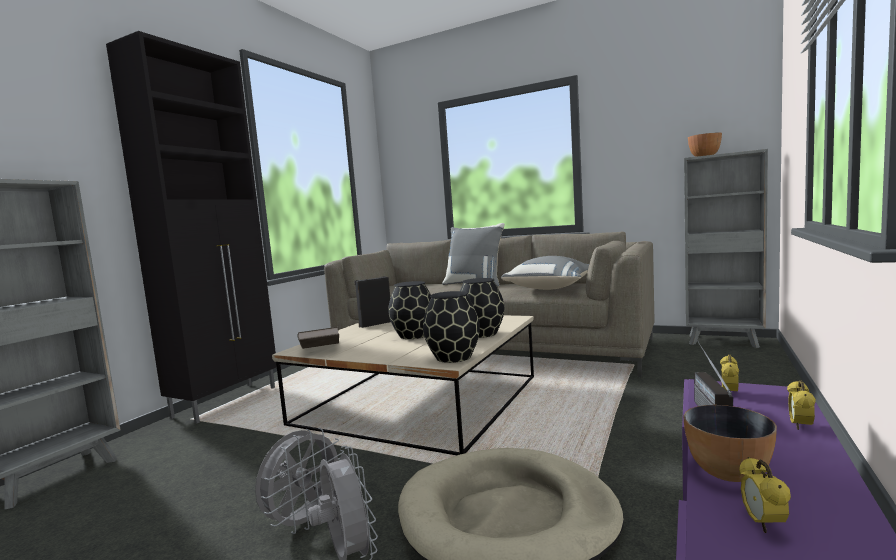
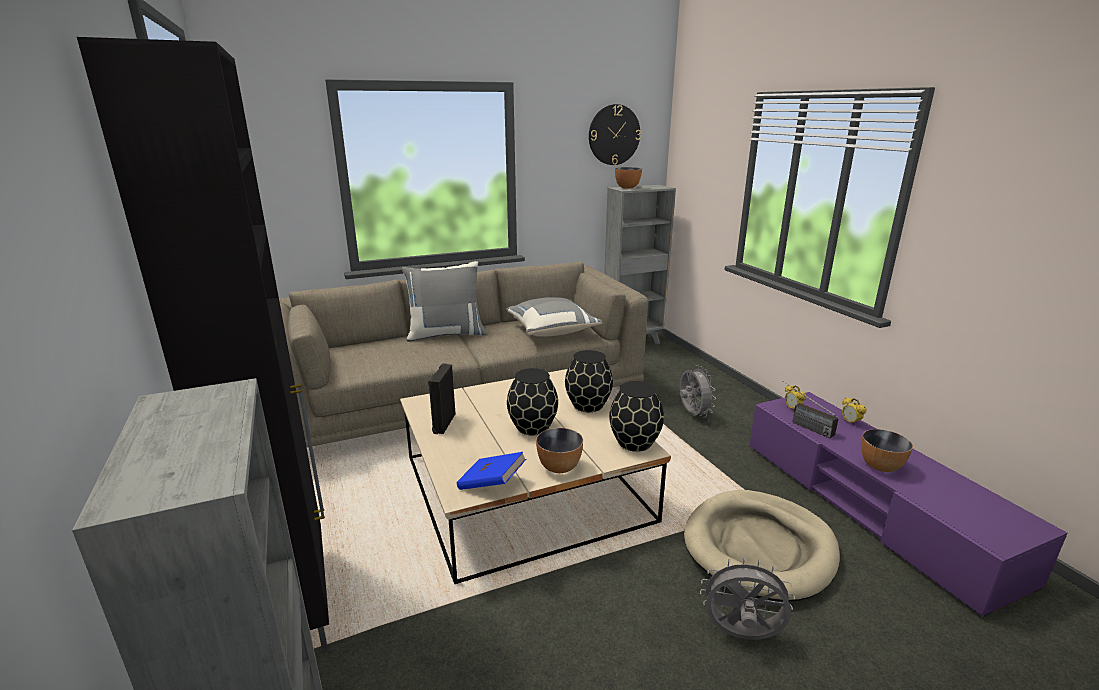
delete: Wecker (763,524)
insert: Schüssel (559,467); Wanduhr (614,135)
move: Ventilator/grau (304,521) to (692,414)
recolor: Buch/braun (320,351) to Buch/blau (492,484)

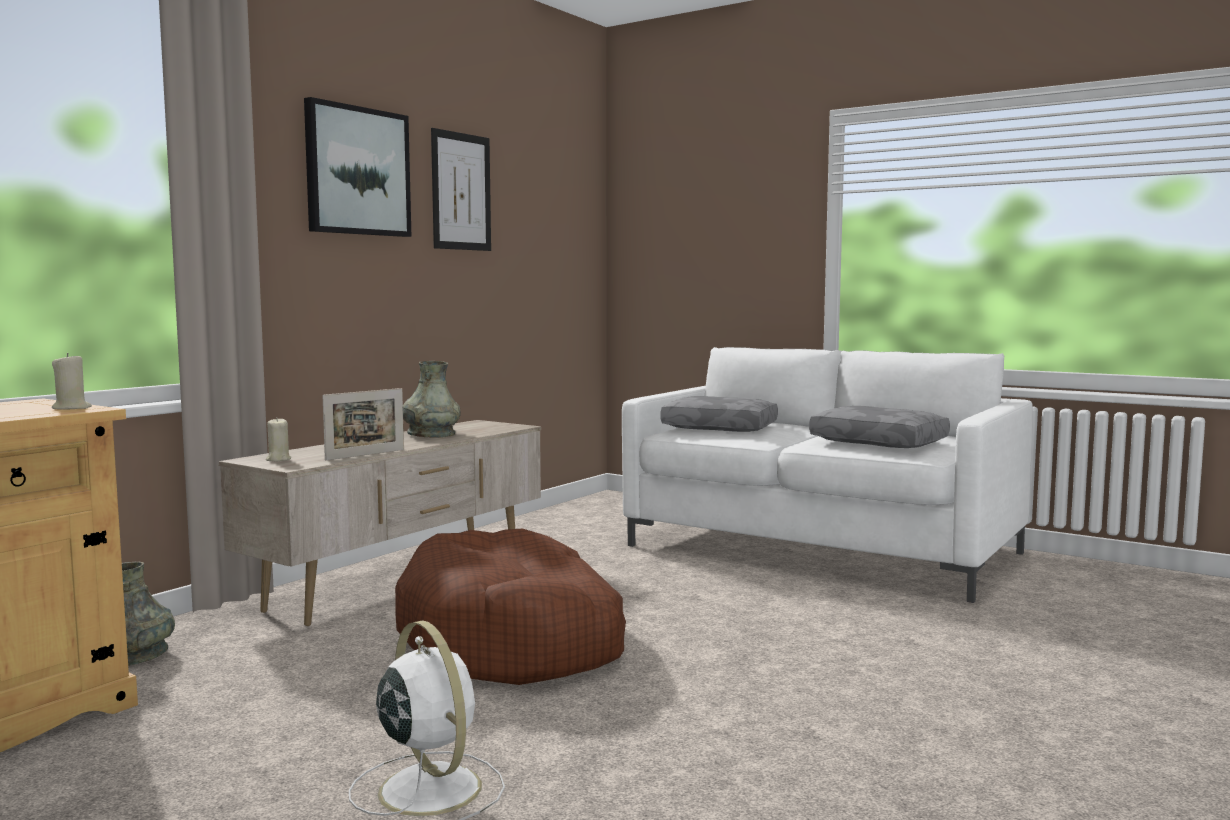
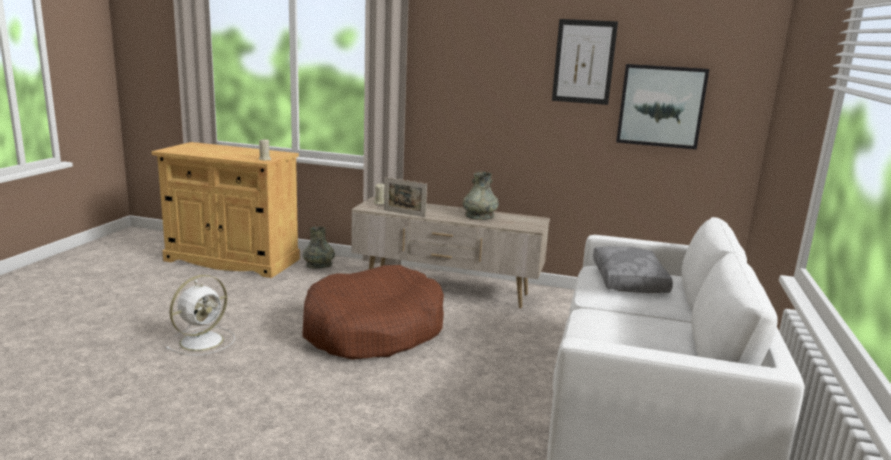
delete: Kissen/grau (880,442)
move: Bild (357,171) to (661,106)

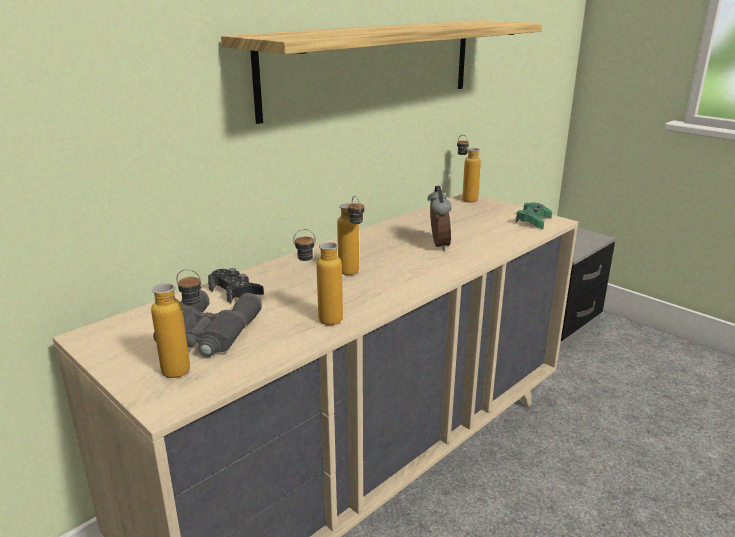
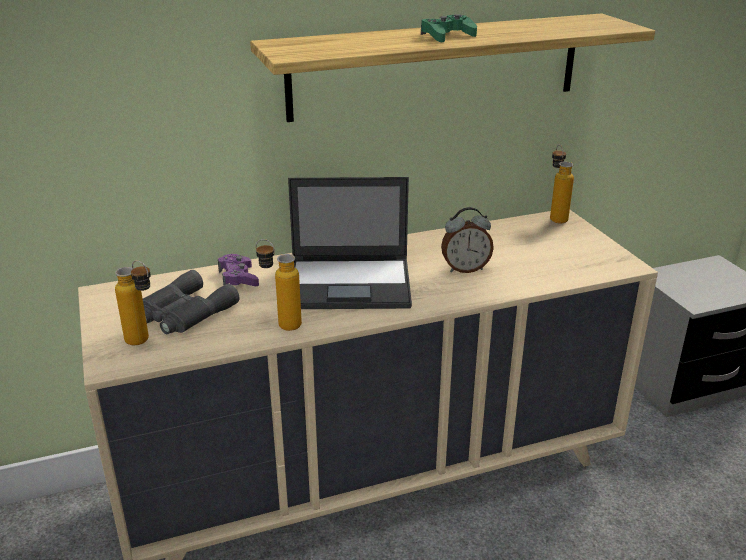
move: Gamepad/grün (533,221) to (447,36)
replace: Flasche (352,275) to Laptop (351,284)
recolor: Gamepad/schwarz (235,291) to Gamepad/lila (238,278)
rotate: Wecker (437,245) = (465,269) 60 degrees clockwise

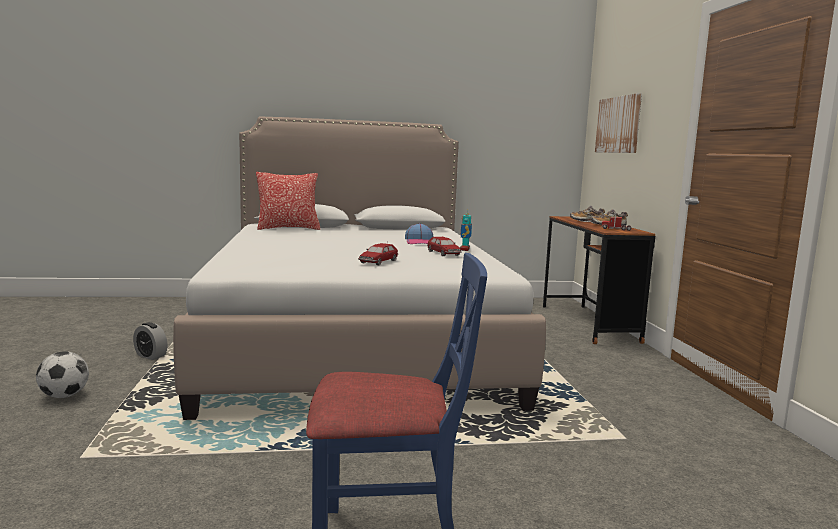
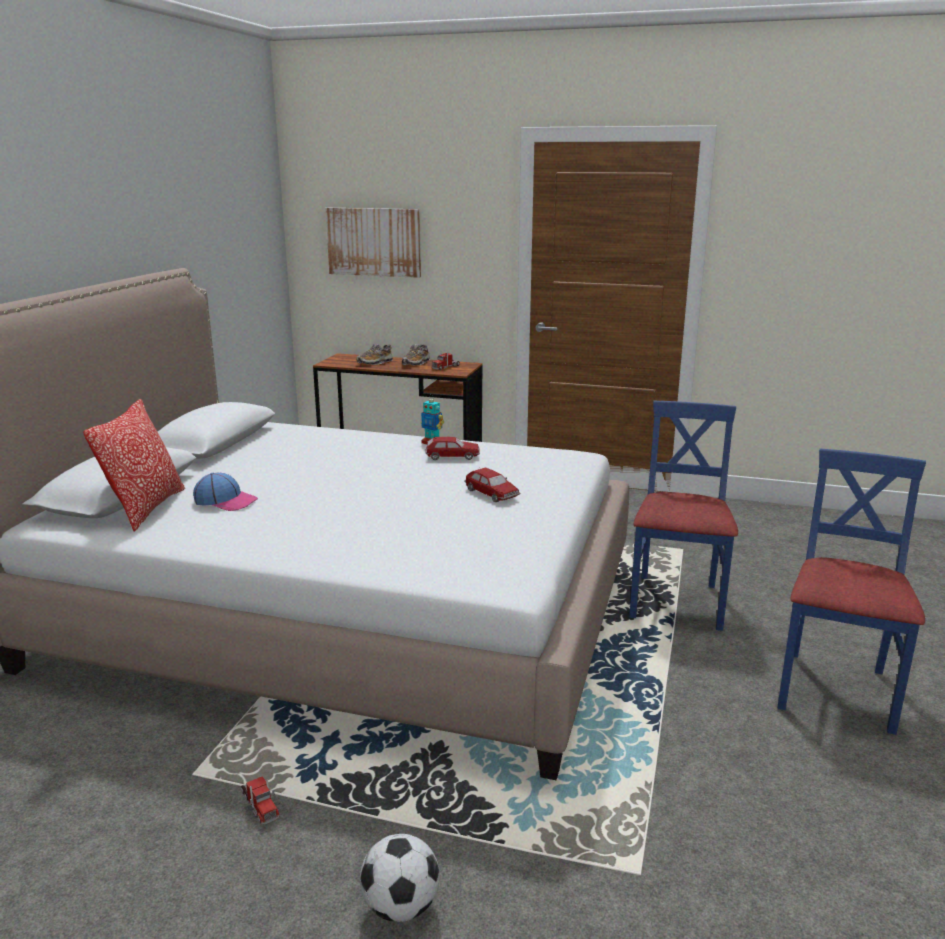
insert: Stuhl/blau (677,602)
move: Kappe (420,242) to (226,501)
replace: Wecker (150,356) to Spielzeuglaster (260,805)

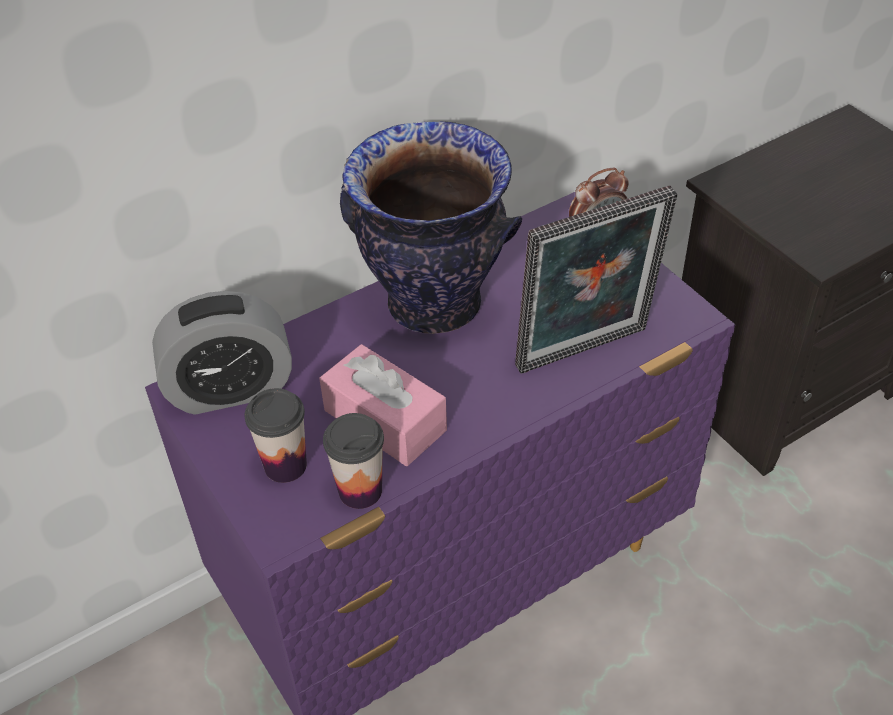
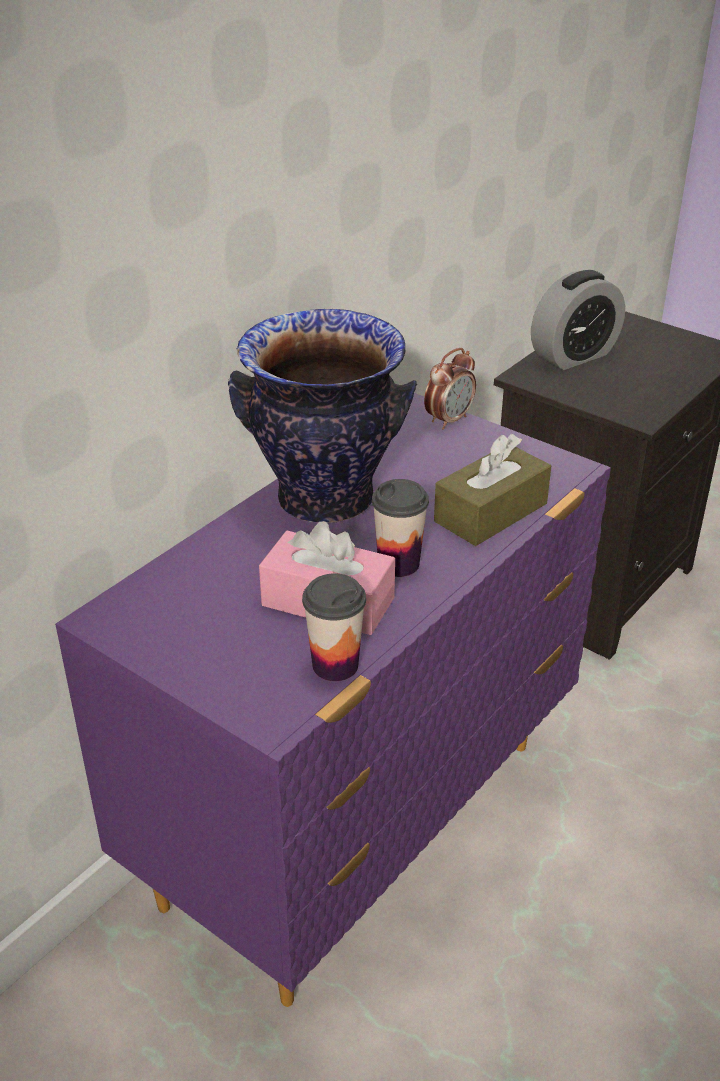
move: Wecker (230,389) to (574,356); Tasse (285,465) to (398,564)
replace: Bilderrahmen (585,353) to Taschentuchbox/braun (490,512)

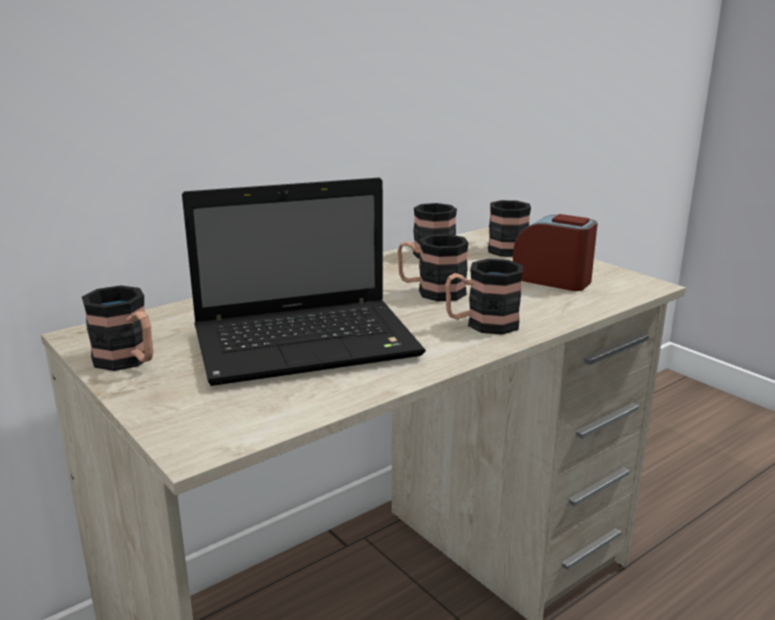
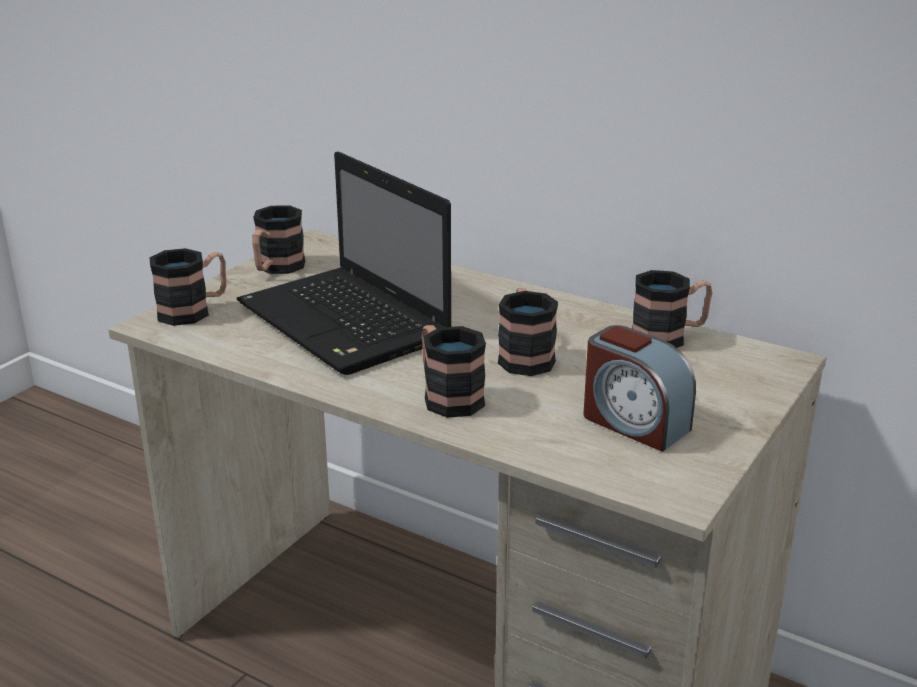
move: Henkelbecher (503,247) to (194,310)
rotate: Wecker (552,279) = (634,423) 120 degrees clockwise

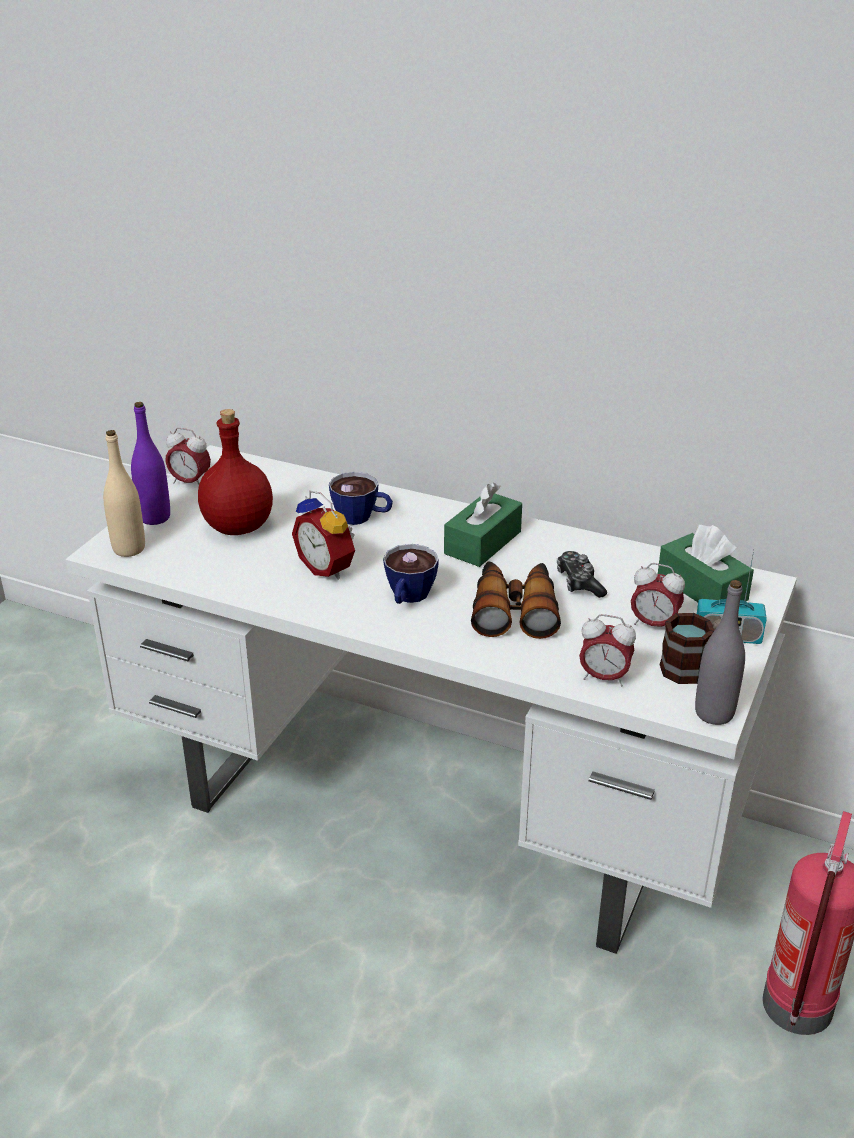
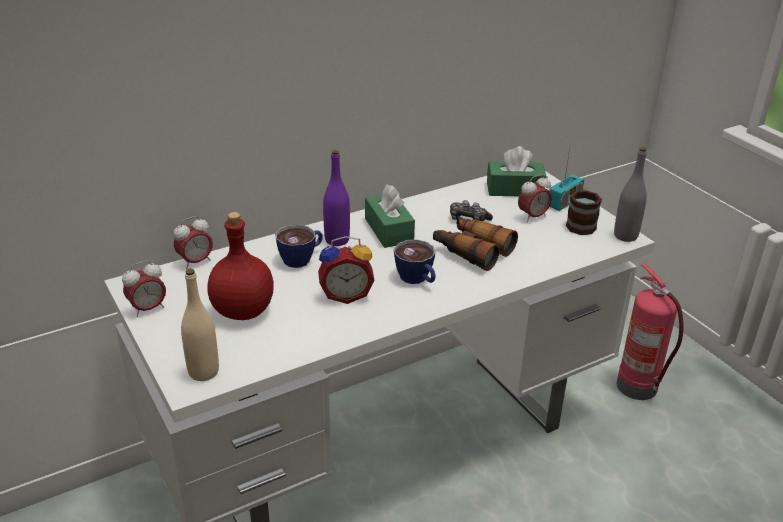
move: Flasche/lila (155,517) to (337,240); Wecker (604,678) to (195,262)

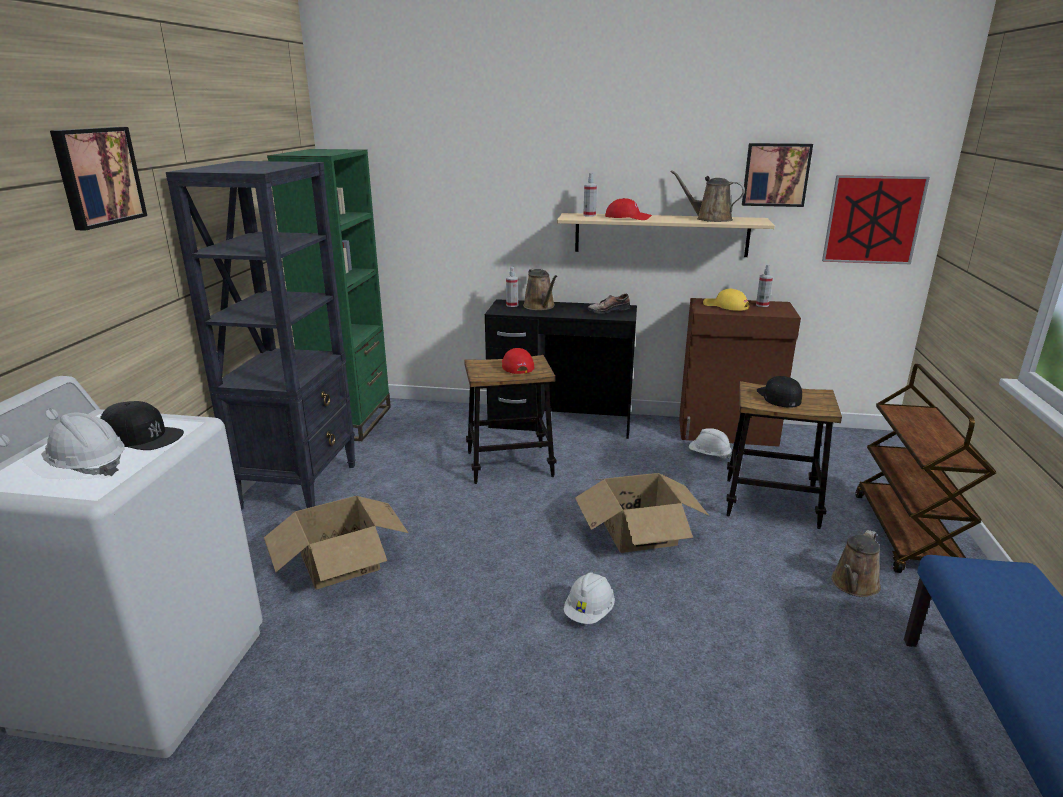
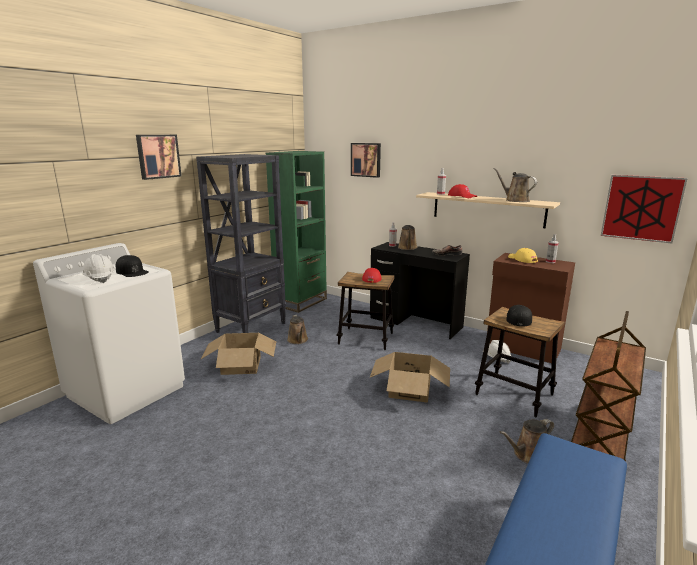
delete: Schutzhelm/weiß (589,612)
insert: Gießkanne/braun (298,340)
move: Bild (775,174) to (366,159)

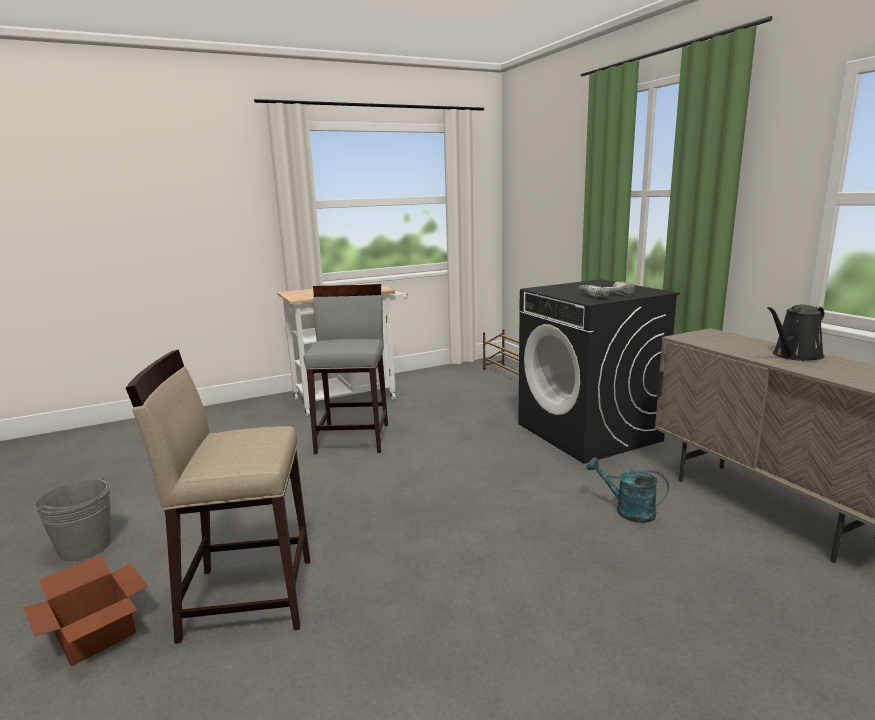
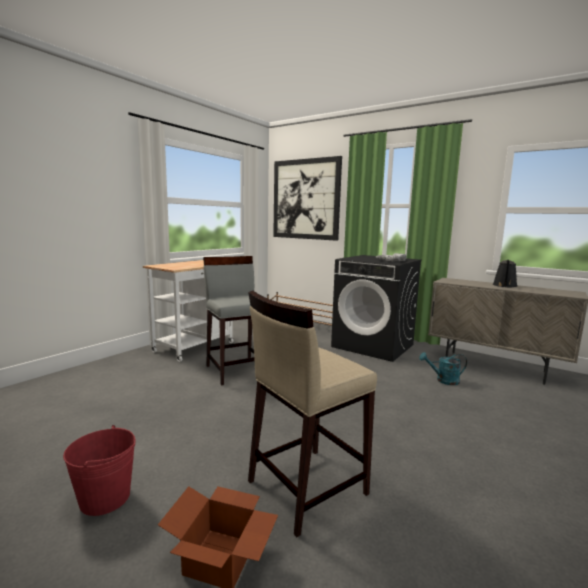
insert: Bild (306,199)
recolor: Eimer/grau (85,547) to Eimer/rot (105,498)

